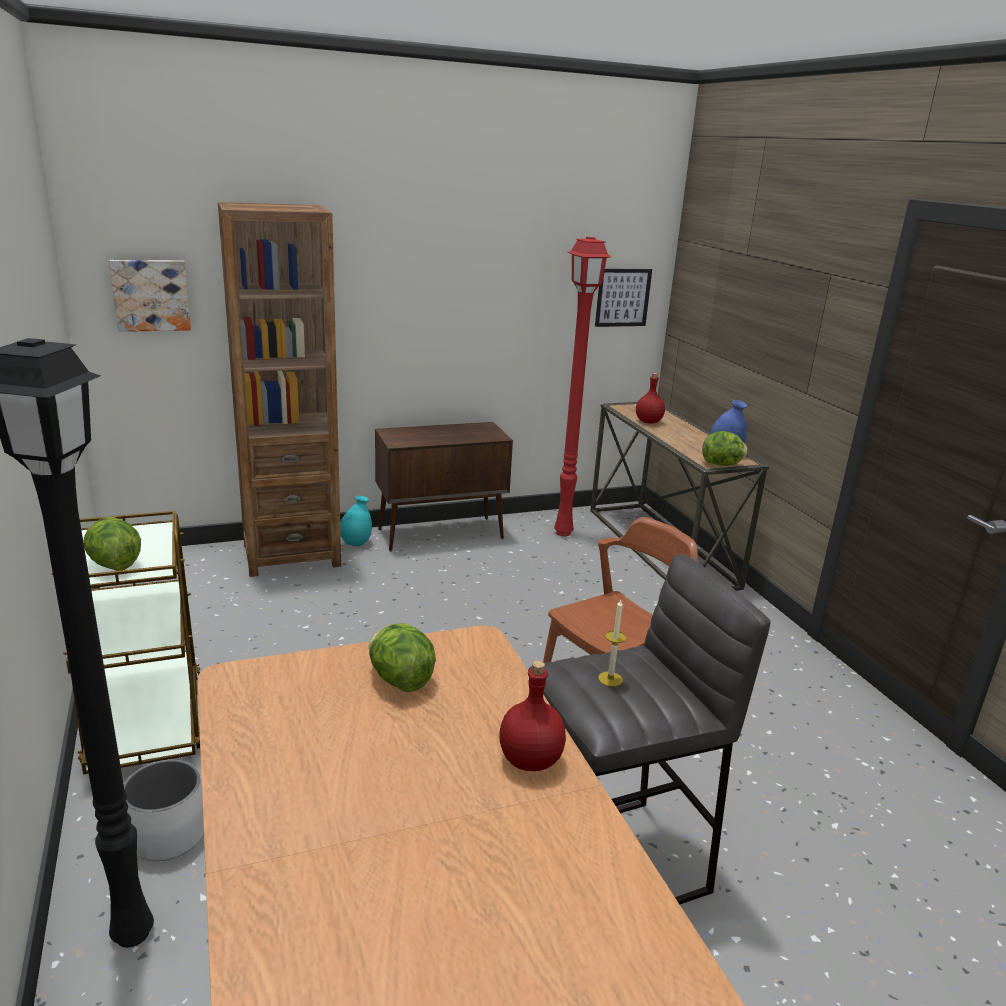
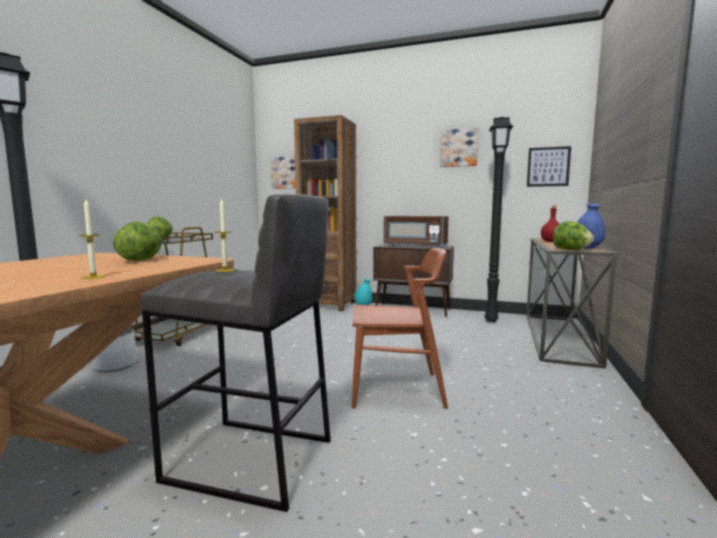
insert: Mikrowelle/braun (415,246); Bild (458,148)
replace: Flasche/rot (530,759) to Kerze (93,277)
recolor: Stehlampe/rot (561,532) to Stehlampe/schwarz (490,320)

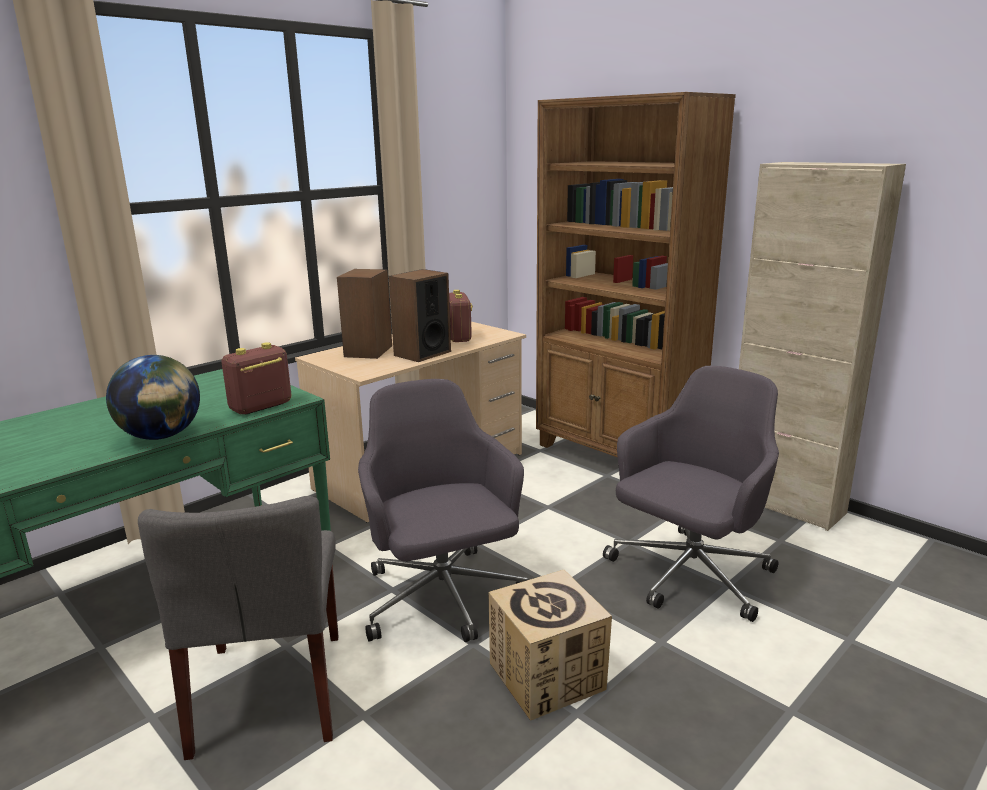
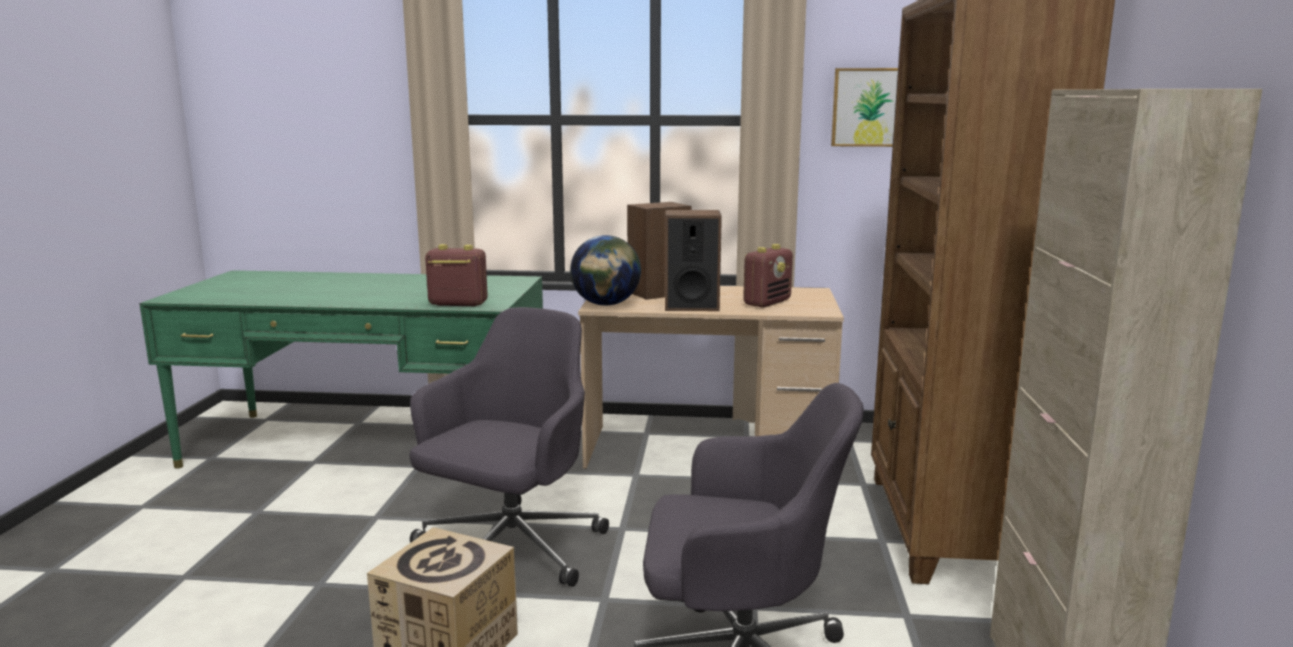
delete: Stuhl/grau (270,692)
insert: Bild (871,107)
move: Globus (161,436) to (606,304)

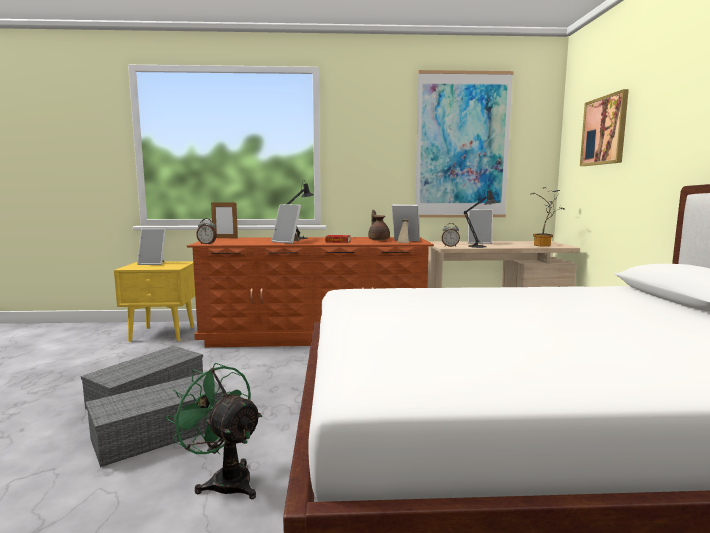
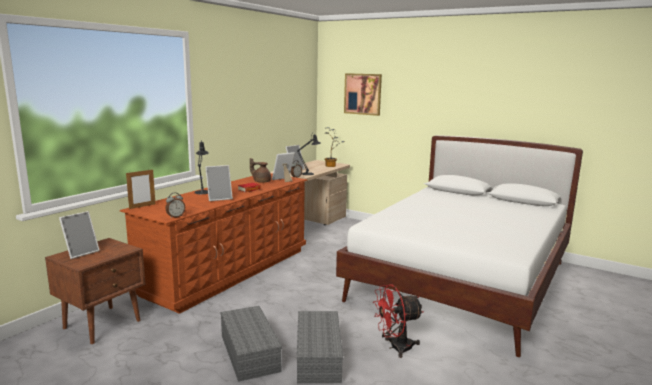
delete: Bild (462,146)
recolor: Nachttisch/gelb (163,334) to Nachttisch/braun (103,324); Ventilator/grün (224,479) to Ventilator/rot (395,347)

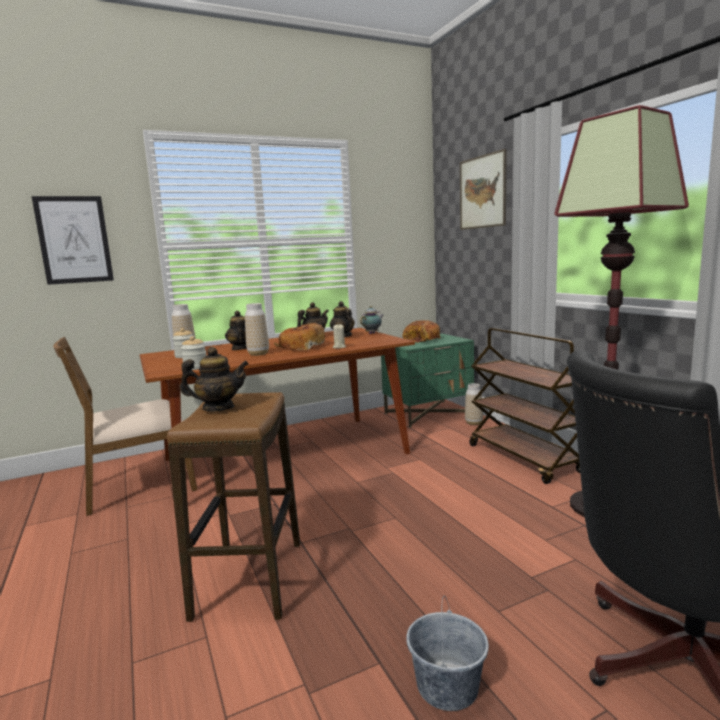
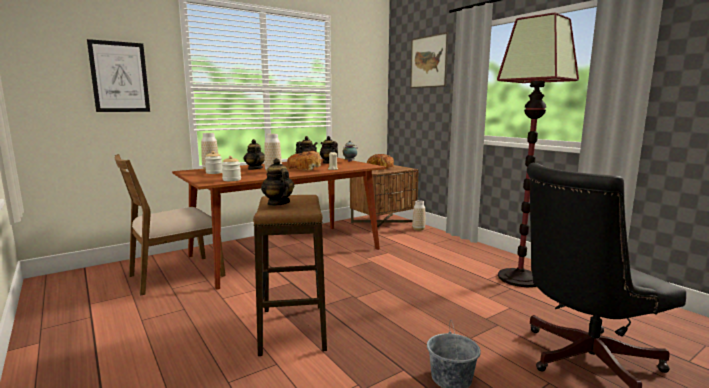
delete: Rollwagen/braun (524,458)
recolor: Nachttisch/grün (428,413) to Nachttisch/braun (383,223)
rotate: Teekanne (218,408) = (278,203) 105 degrees counterclockwise

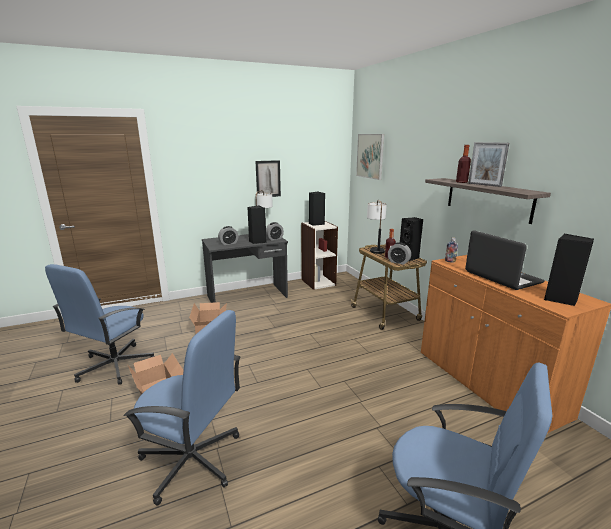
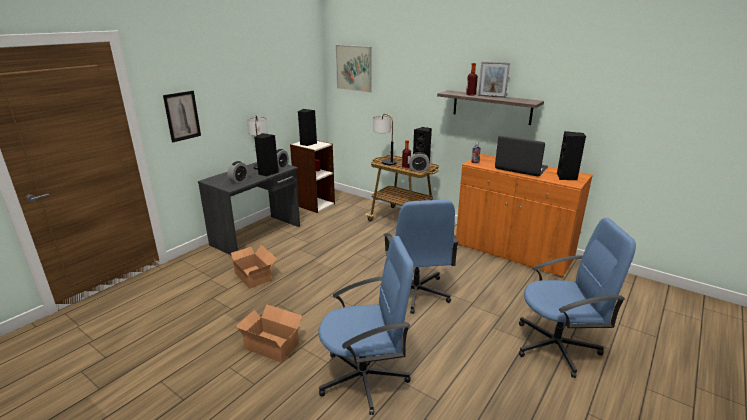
move: Bürostuhl/blau (114,365) to (415,293); Bild (268,179) to (182,116)

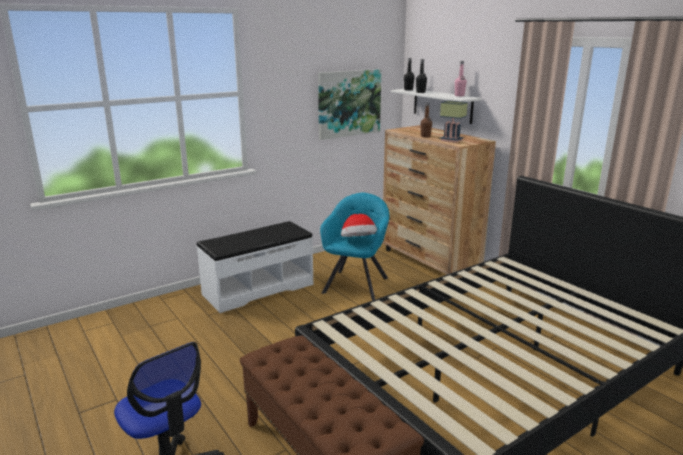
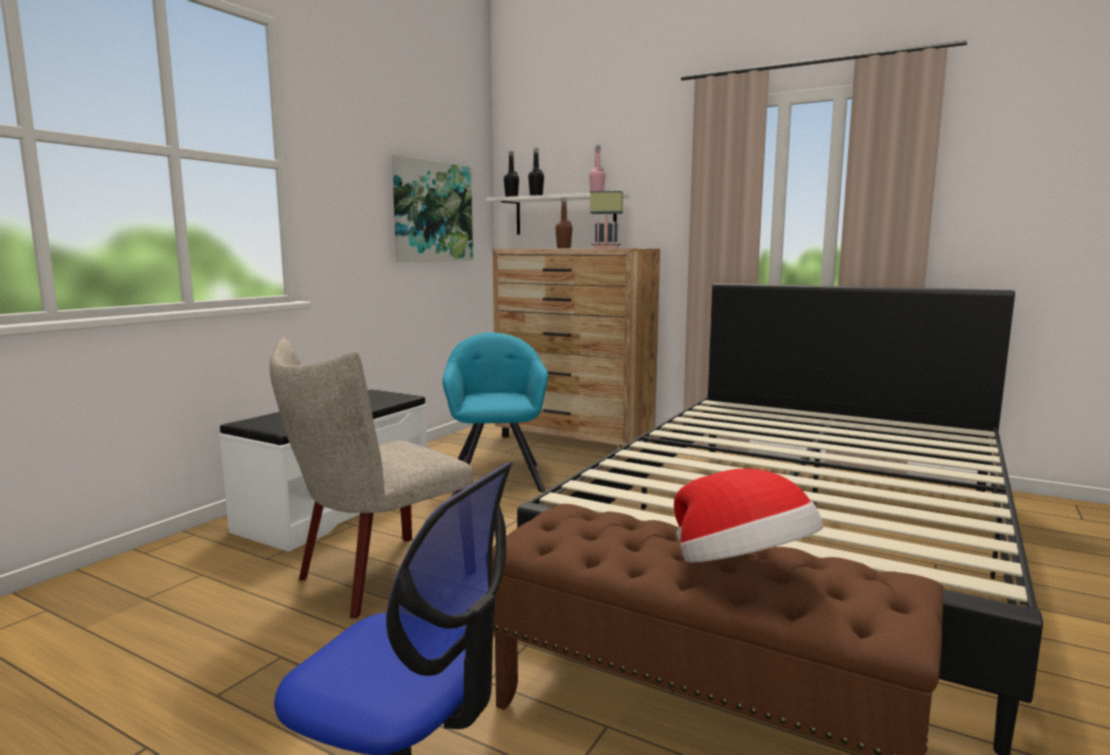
insert: Stuhl/beige (376,578)
move: Hut (358,241) to (742,570)

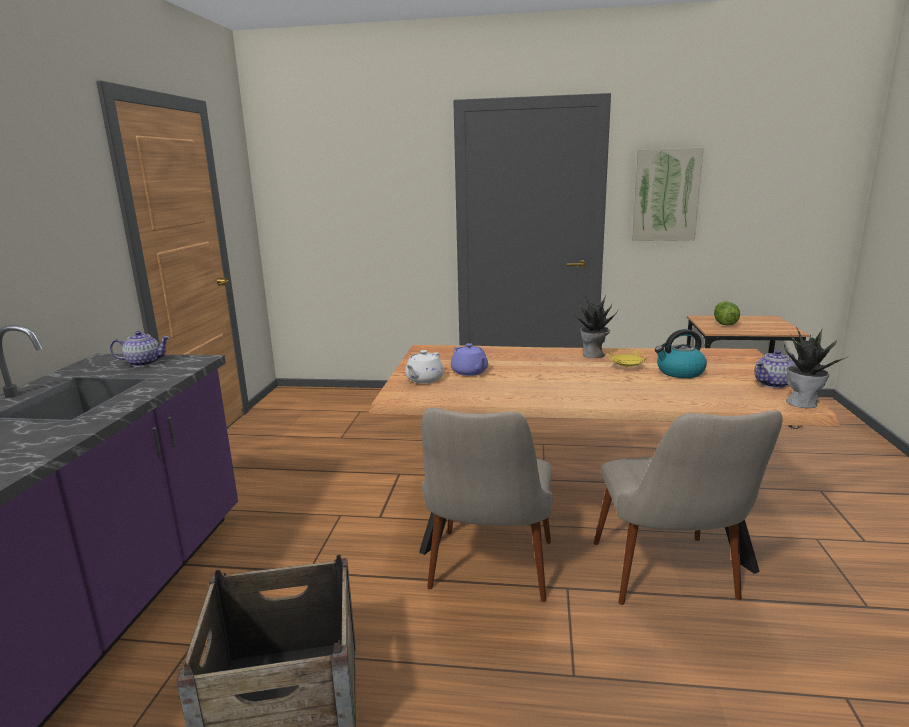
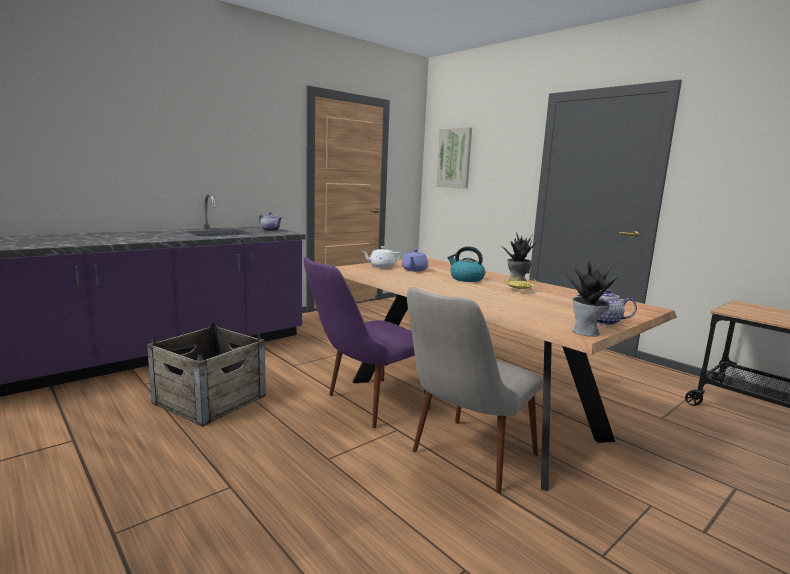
delete: Salatkopf (724,324)
move: Bild (666,195) to (454,158); Wasserkessel (679,372) to (466,279)
recolor: Stuhl/beige (488,579) to Stuhl/lila (364,406)

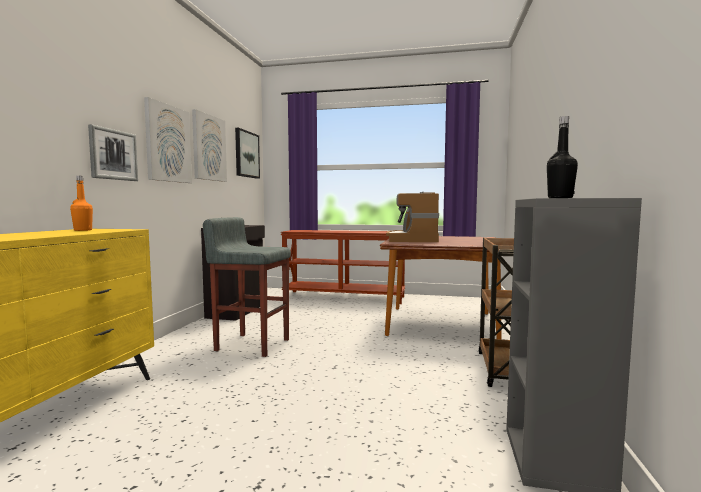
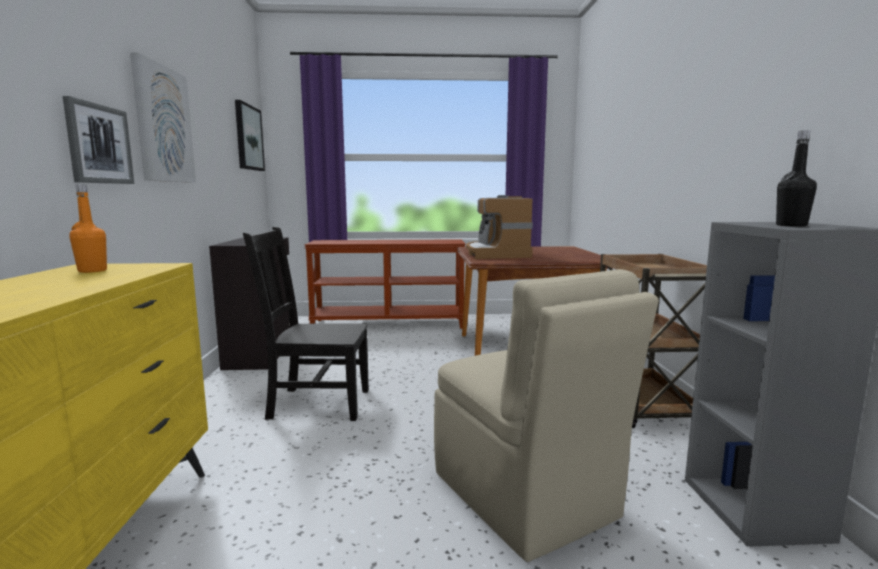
delete: Bild (209,148)
insert: Stuhl/beige (525,497)
replace: Hocker/grau (252,344) to Stuhl/schwarz (316,403)

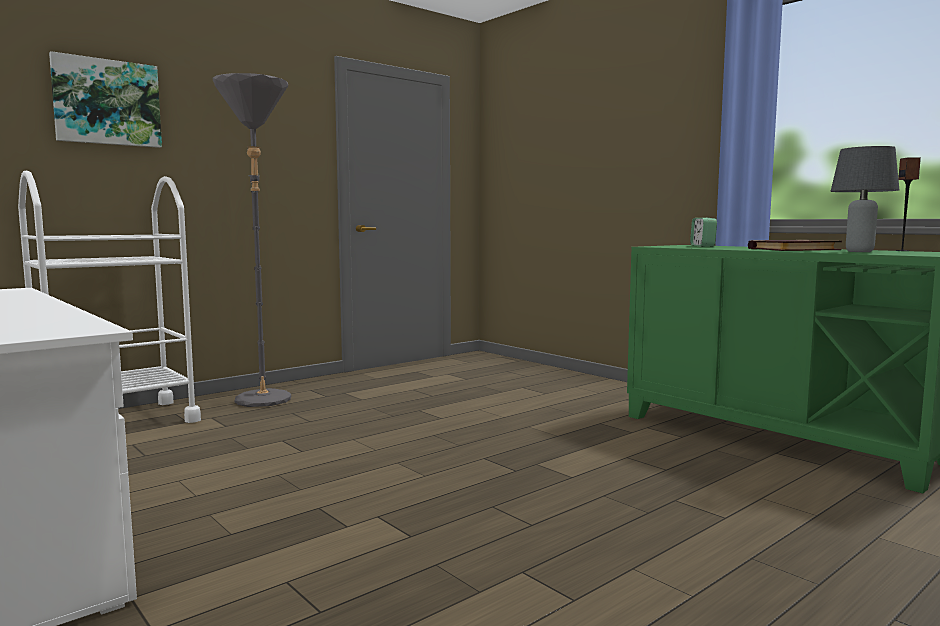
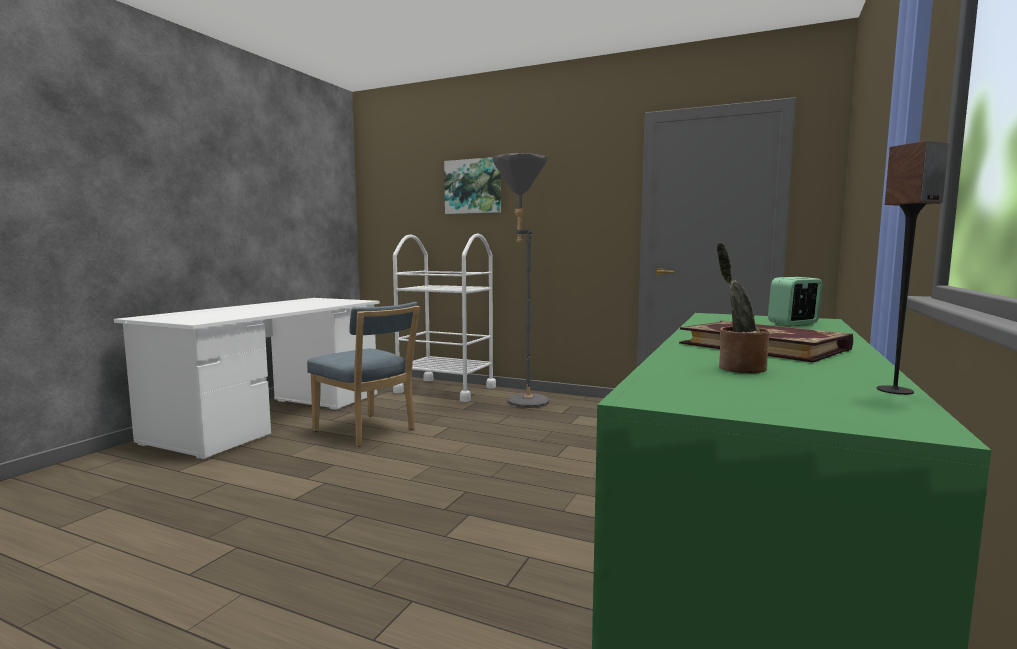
insert: Stuhl/blau (367,431)
replace: Tischlampe/grau (859,251) to Topfpflanze (738,368)

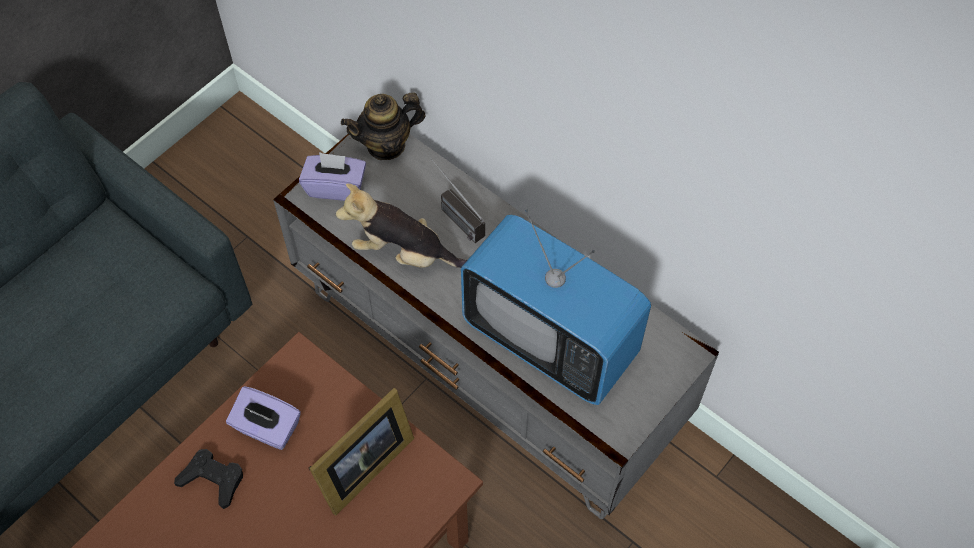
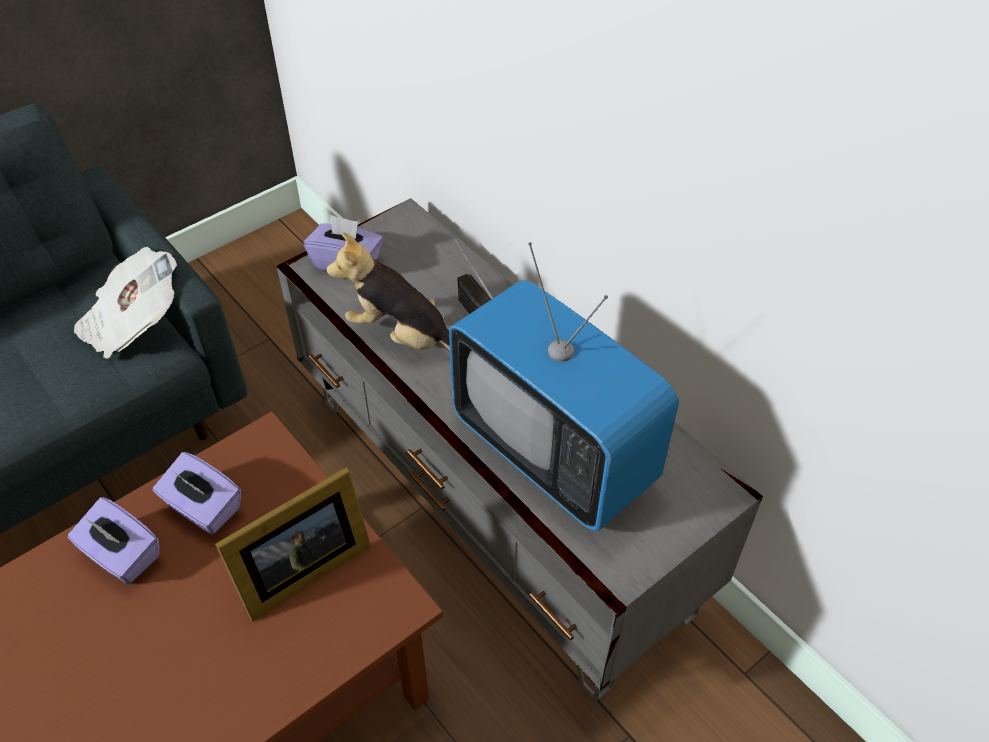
delete: Teekanne (386,145)
insert: Zeitung (133,323)
replace: Gamepad/schwarz (213,479) to Taschentuchbox/lila (122,555)

